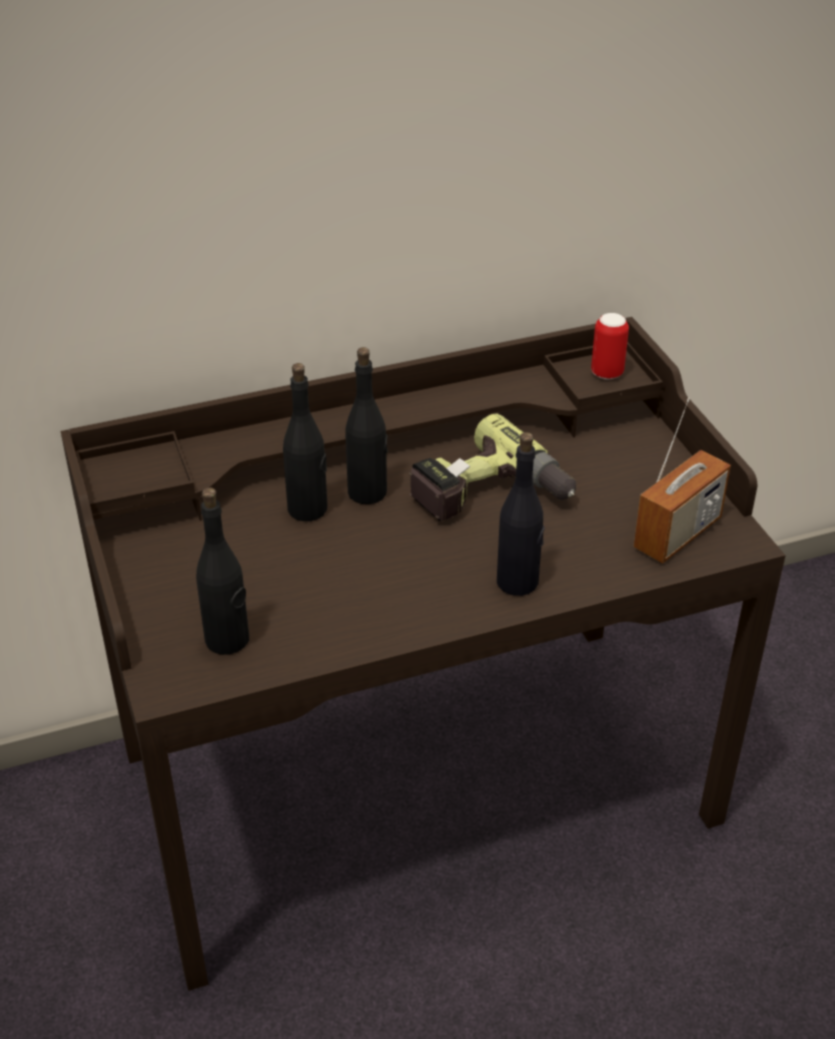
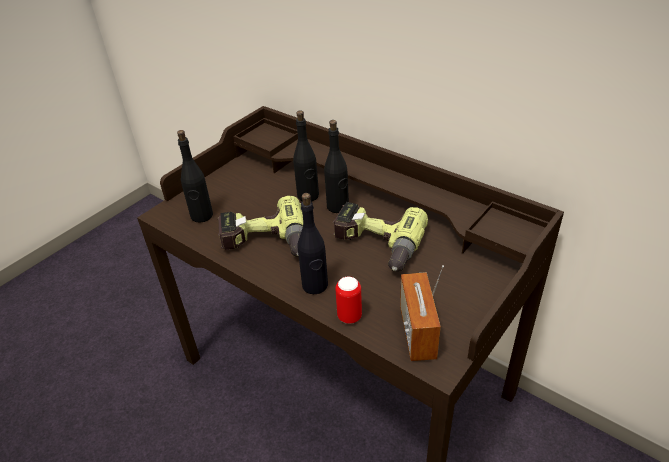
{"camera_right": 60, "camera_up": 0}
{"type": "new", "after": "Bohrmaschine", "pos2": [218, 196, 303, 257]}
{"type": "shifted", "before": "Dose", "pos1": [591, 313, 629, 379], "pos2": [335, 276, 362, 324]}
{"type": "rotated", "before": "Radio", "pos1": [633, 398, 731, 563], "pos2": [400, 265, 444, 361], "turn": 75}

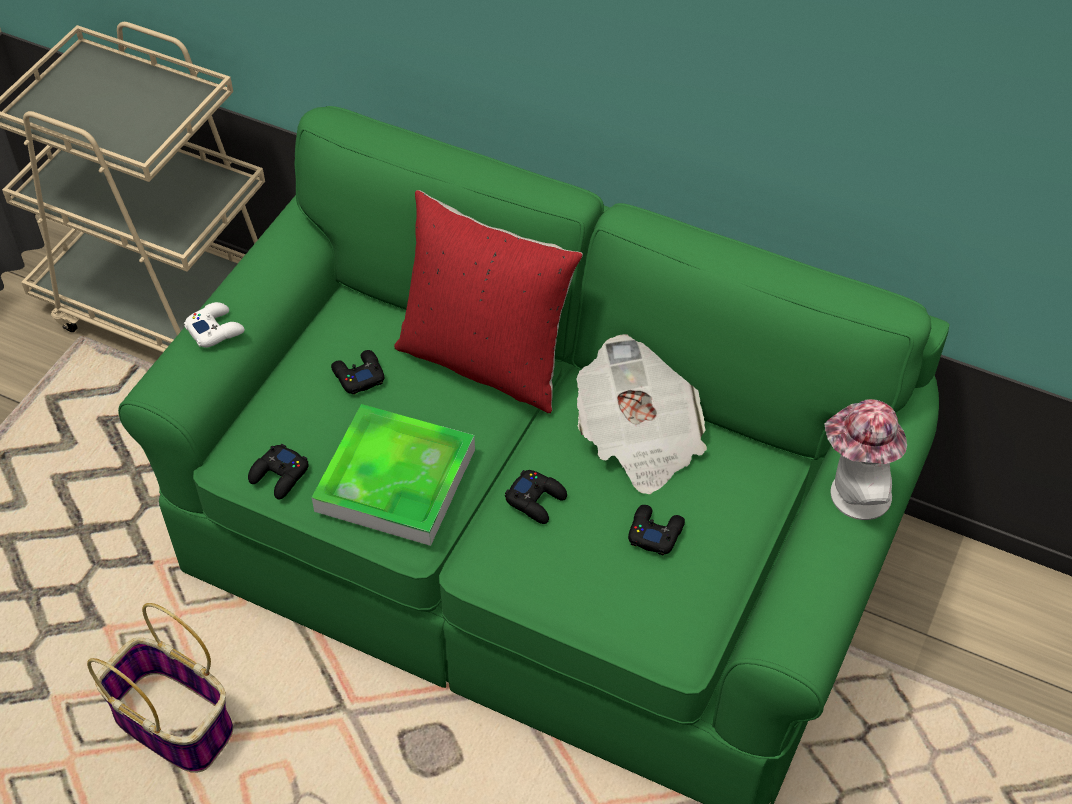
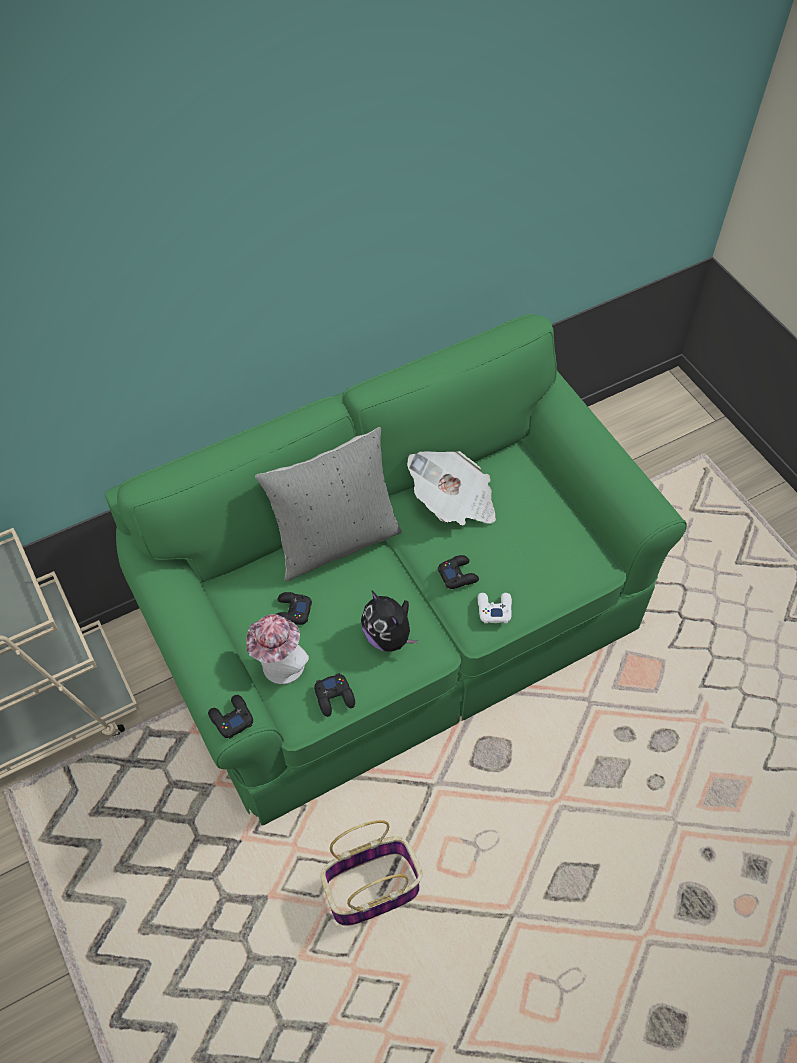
{"camera_right": -55, "camera_up": 5}
{"type": "shifted", "before": "Gamepad (weiß)", "pos1": [184, 302, 245, 348], "pos2": [478, 593, 512, 623]}
{"type": "shifted", "before": "Gamepad (schwarz)", "pos1": [628, 505, 685, 556], "pos2": [208, 695, 253, 739]}
{"type": "shifted", "before": "Hut", "pos1": [824, 399, 907, 520], "pos2": [246, 614, 309, 684]}
{"type": "swapped", "before": "Tablett", "after": "Plüschtier", "pos1": [312, 404, 475, 546], "pos2": [361, 590, 418, 652]}
{"type": "repainted", "before": "Kissen (rot)", "after": "Kissen (grau)", "pos1": [394, 190, 583, 413], "pos2": [255, 427, 402, 581]}

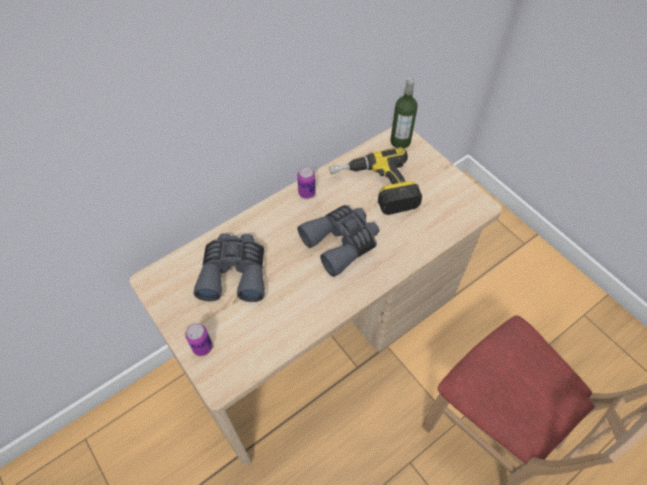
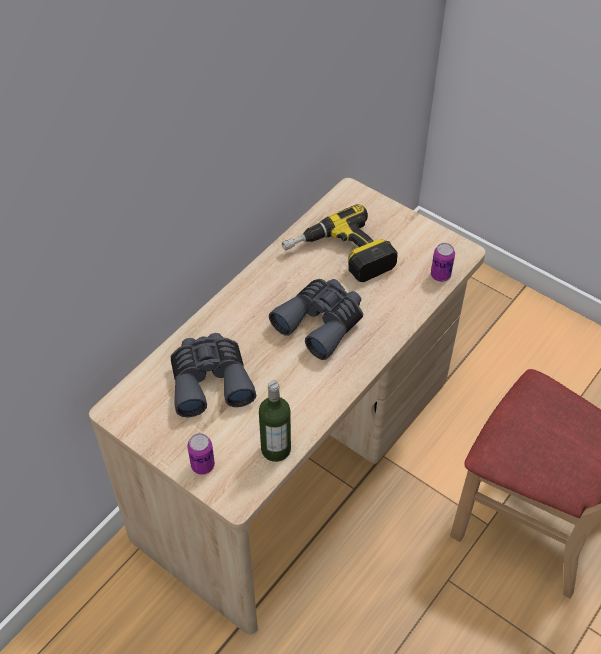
{"camera_right": -15, "camera_up": -5}
{"type": "shifted", "before": "Dose", "pos1": [297, 166, 316, 199], "pos2": [431, 243, 455, 282]}
{"type": "shifted", "before": "Flasche", "pos1": [390, 78, 418, 148], "pos2": [259, 380, 291, 462]}

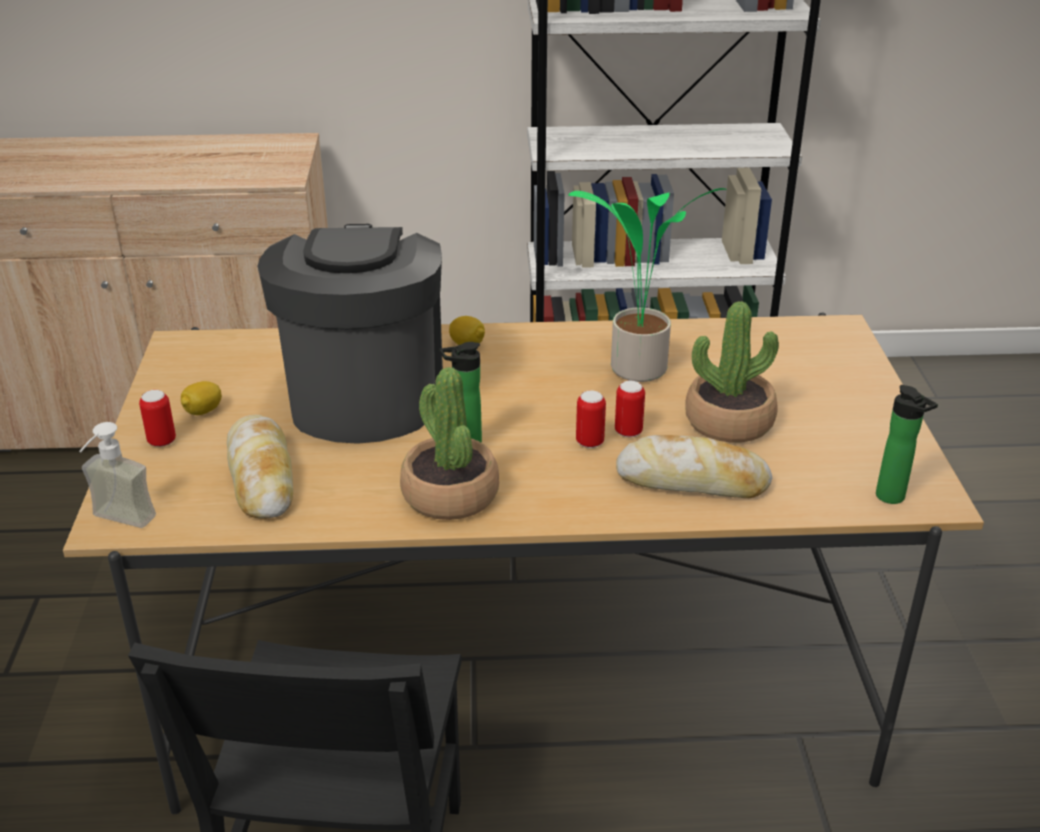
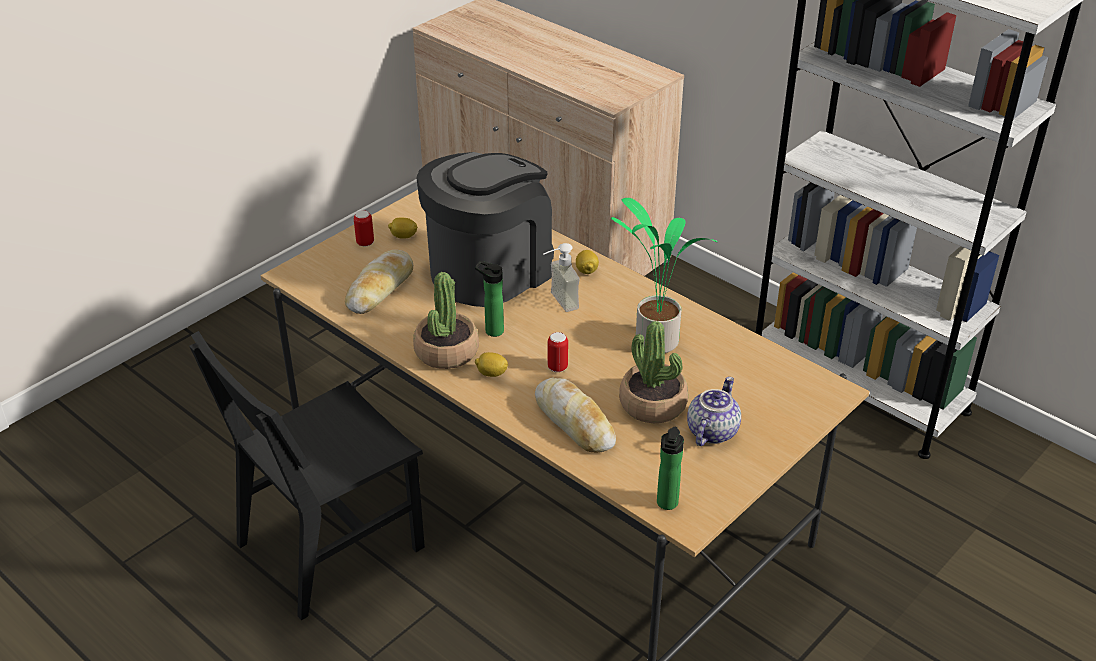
{"camera_right": 45, "camera_up": 5}
{"type": "gone", "before": "Dose", "pos1": [615, 381, 645, 437]}
{"type": "new", "after": "Zitrone", "pos2": [475, 352, 508, 377]}
{"type": "new", "after": "Teekanne", "pos2": [687, 377, 741, 446]}
{"type": "shifted", "before": "Seifenspender", "pos1": [79, 422, 156, 528], "pos2": [543, 243, 580, 312]}

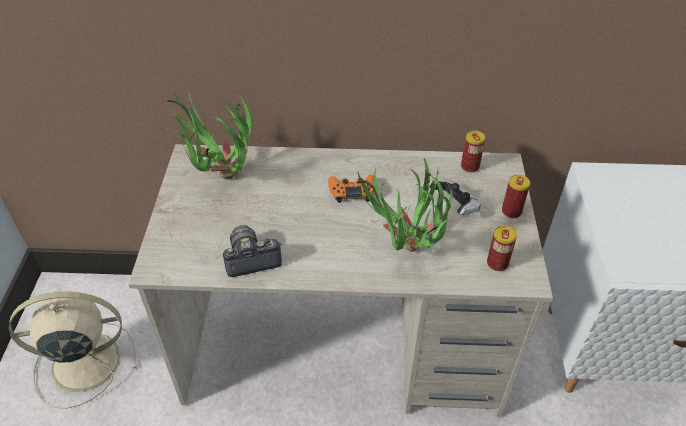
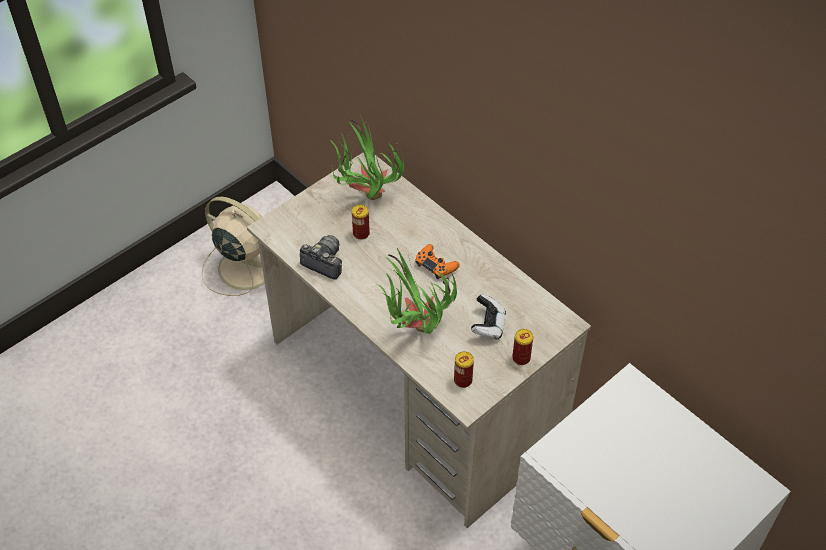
{"camera_right": 45, "camera_up": 5}
{"type": "shifted", "before": "Dose", "pos1": [461, 131, 486, 173], "pos2": [352, 204, 370, 240]}

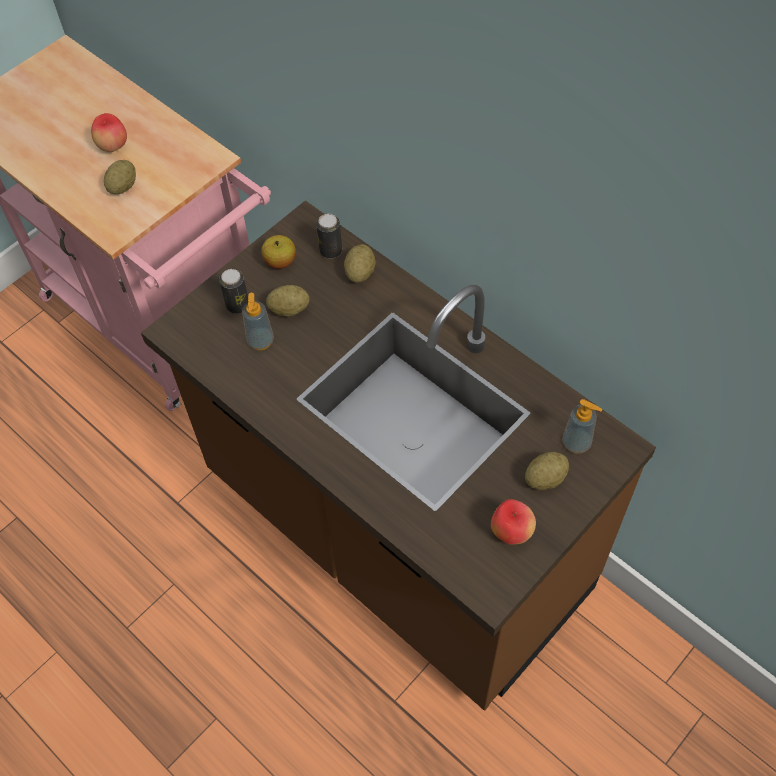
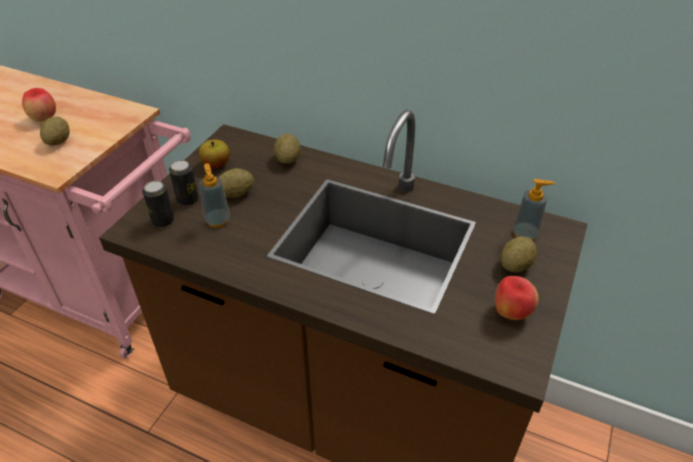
{"camera_right": -20, "camera_up": -15}
{"type": "shifted", "before": "Dose", "pos1": [316, 214, 342, 258], "pos2": [142, 181, 174, 228]}

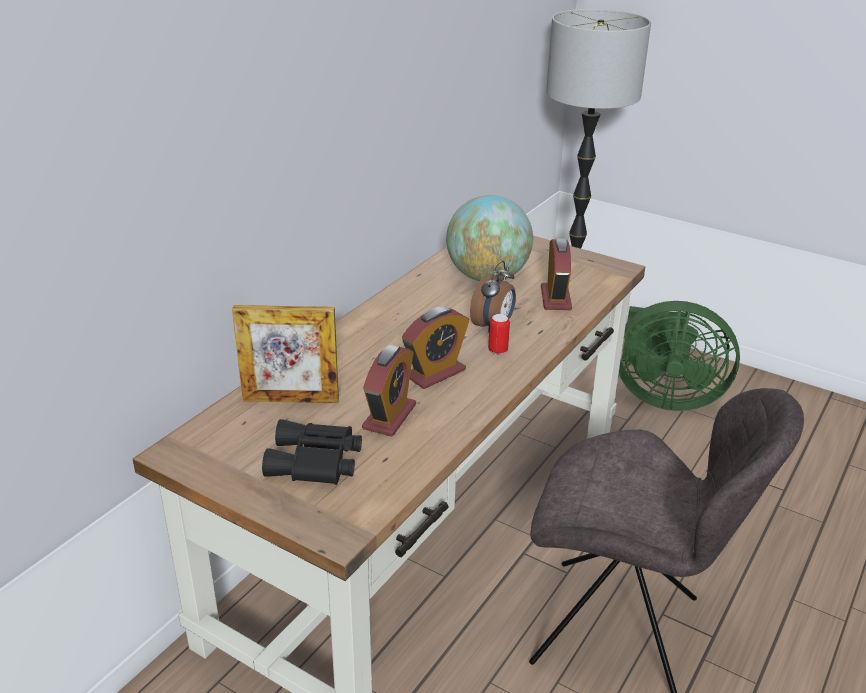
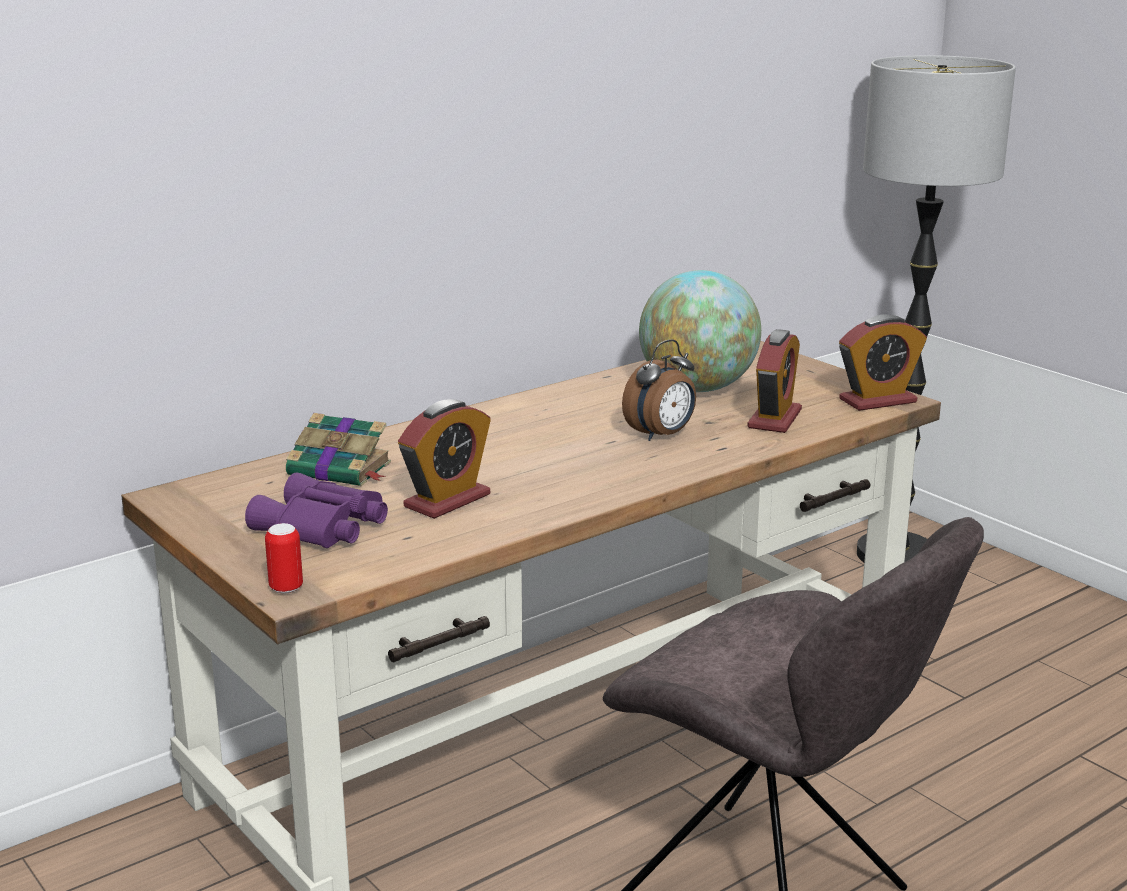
{"camera_right": 20, "camera_up": -10}
{"type": "gone", "before": "Ventilator (grün)", "pos1": [619, 301, 740, 411]}
{"type": "shifted", "before": "Wecker", "pos1": [402, 307, 470, 389], "pos2": [839, 315, 927, 411]}
{"type": "shifted", "before": "Dose", "pos1": [488, 314, 510, 354], "pos2": [265, 523, 303, 593]}
{"type": "swapped", "before": "Bilderrahmen", "after": "Buch", "pos1": [232, 305, 339, 403], "pos2": [286, 413, 391, 486]}
{"type": "repainted", "before": "Fernglas (schwarz)", "after": "Fernglas (lila)", "pos1": [262, 419, 362, 485], "pos2": [245, 473, 388, 548]}

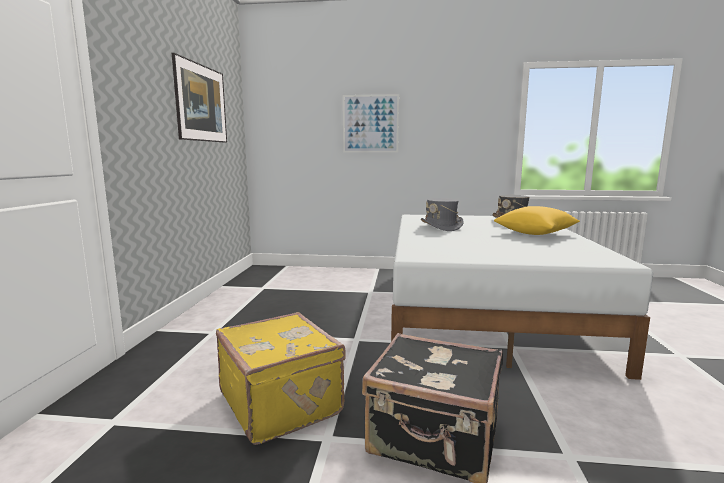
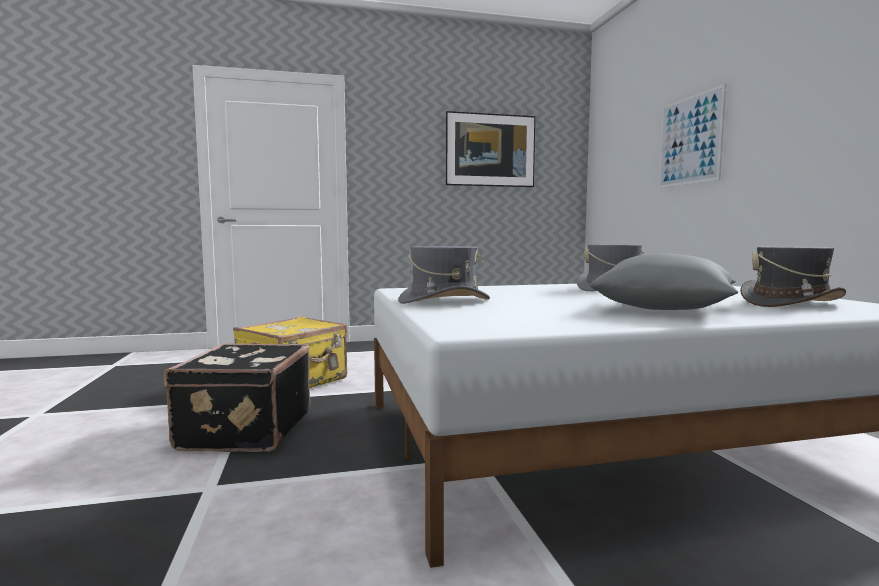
{"camera_right": 70, "camera_up": -5}
{"type": "new", "after": "Hut (grau)", "pos2": [398, 246, 490, 304]}
{"type": "repainted", "before": "Kissen (gelb)", "after": "Kissen (grau)", "pos1": [494, 206, 580, 235], "pos2": [590, 253, 738, 310]}

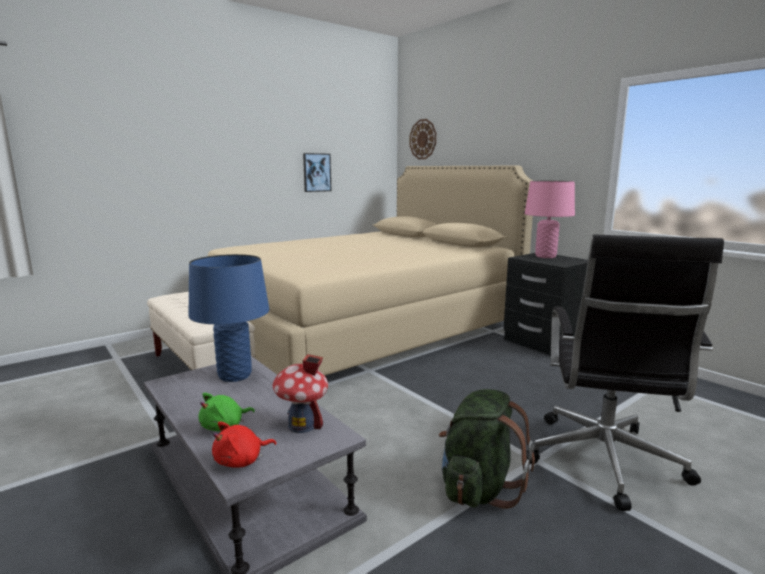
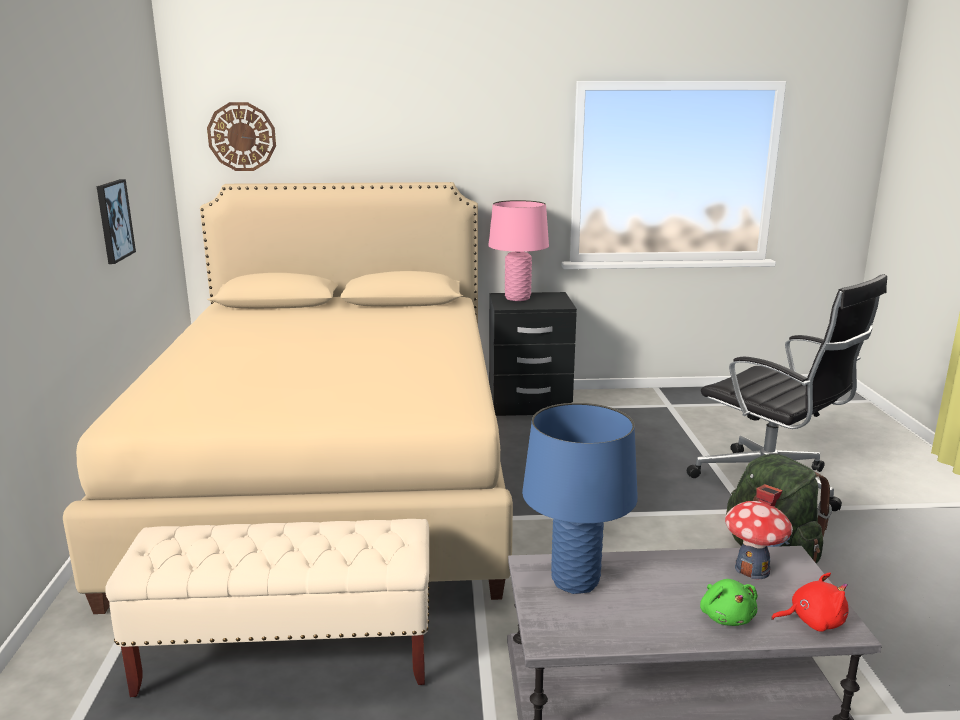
{"camera_right": -55, "camera_up": 5}
{"type": "rotated", "before": "Plüschtier (rot)", "pos1": [212, 422, 276, 468], "pos2": [771, 572, 849, 632], "turn": -90}

